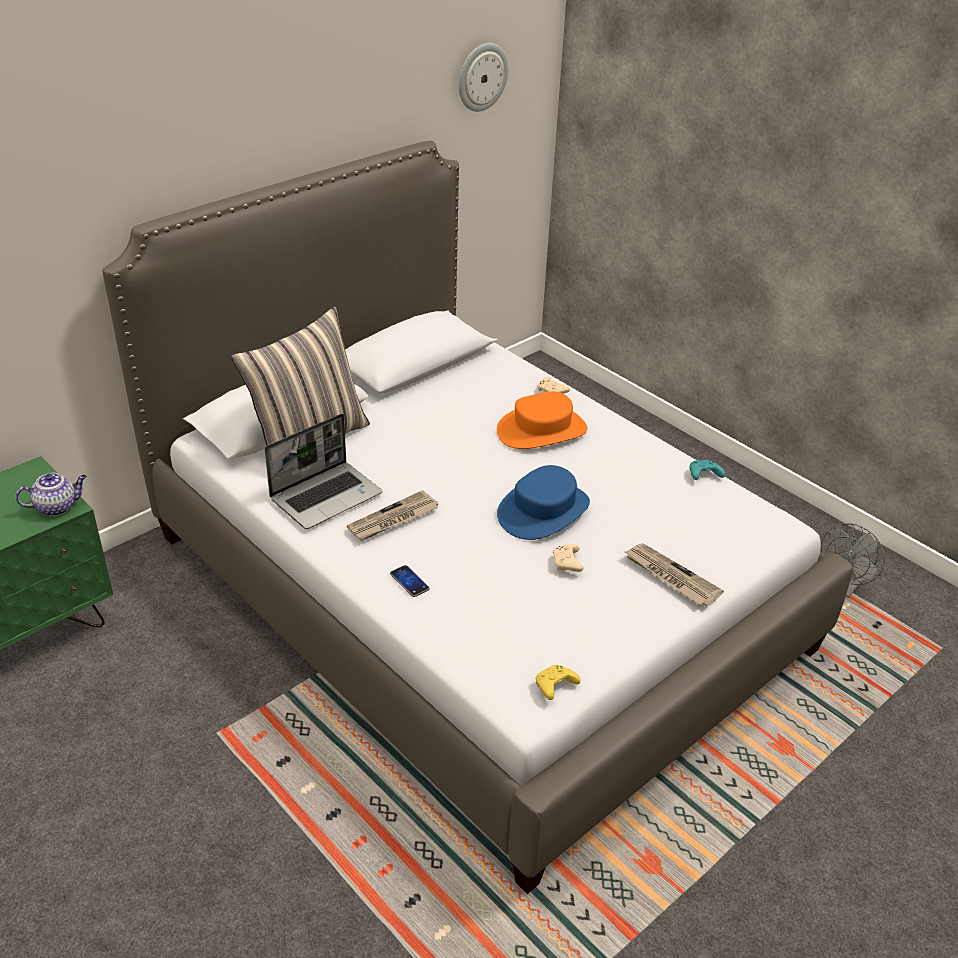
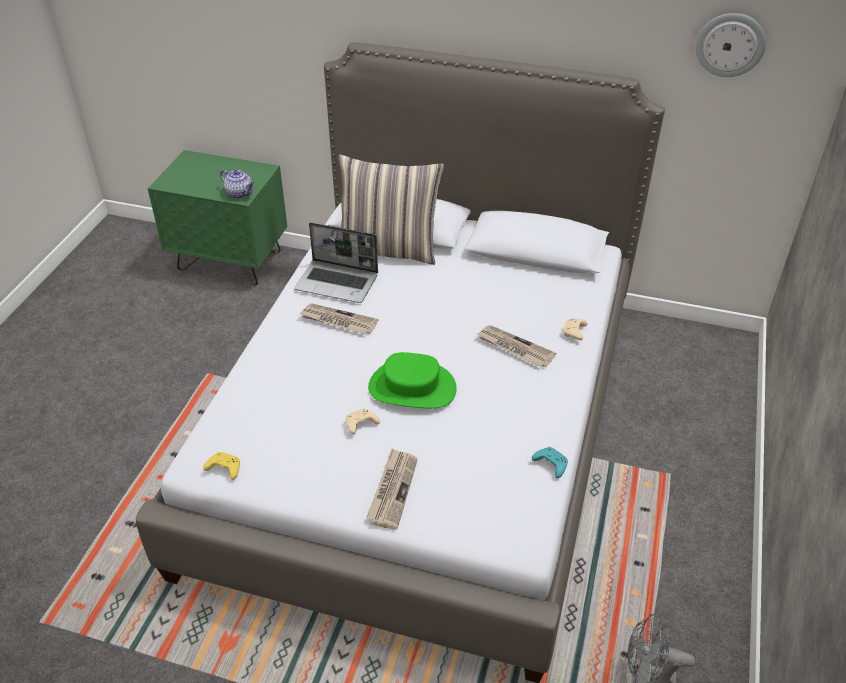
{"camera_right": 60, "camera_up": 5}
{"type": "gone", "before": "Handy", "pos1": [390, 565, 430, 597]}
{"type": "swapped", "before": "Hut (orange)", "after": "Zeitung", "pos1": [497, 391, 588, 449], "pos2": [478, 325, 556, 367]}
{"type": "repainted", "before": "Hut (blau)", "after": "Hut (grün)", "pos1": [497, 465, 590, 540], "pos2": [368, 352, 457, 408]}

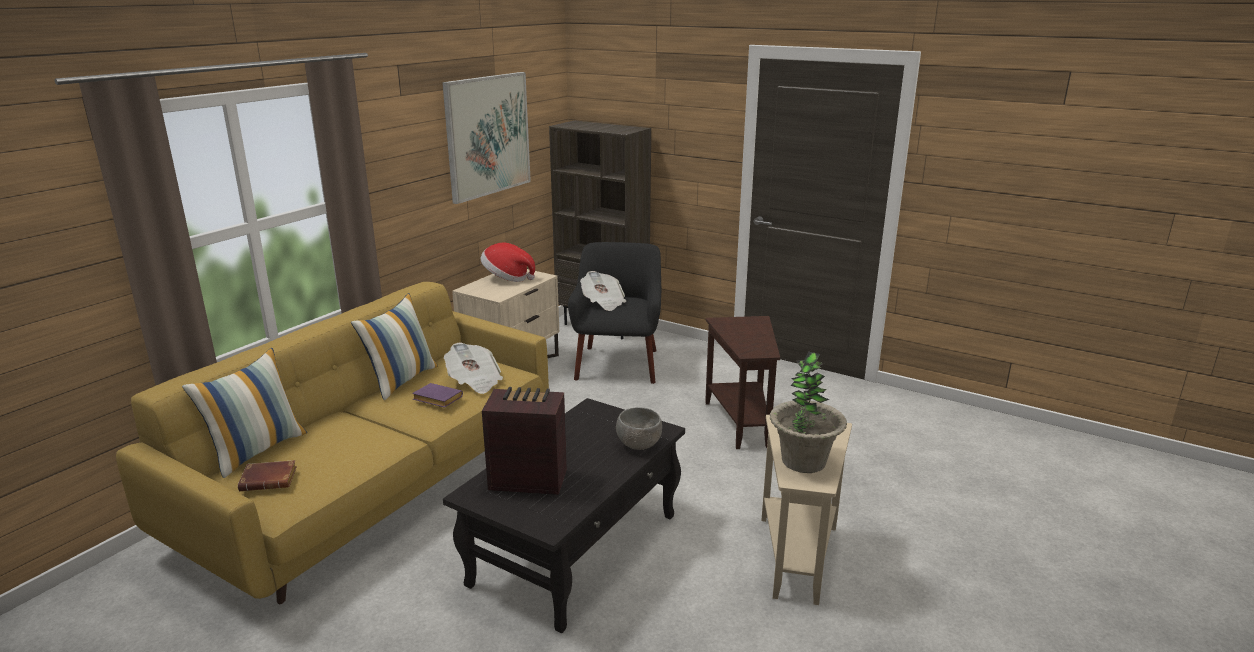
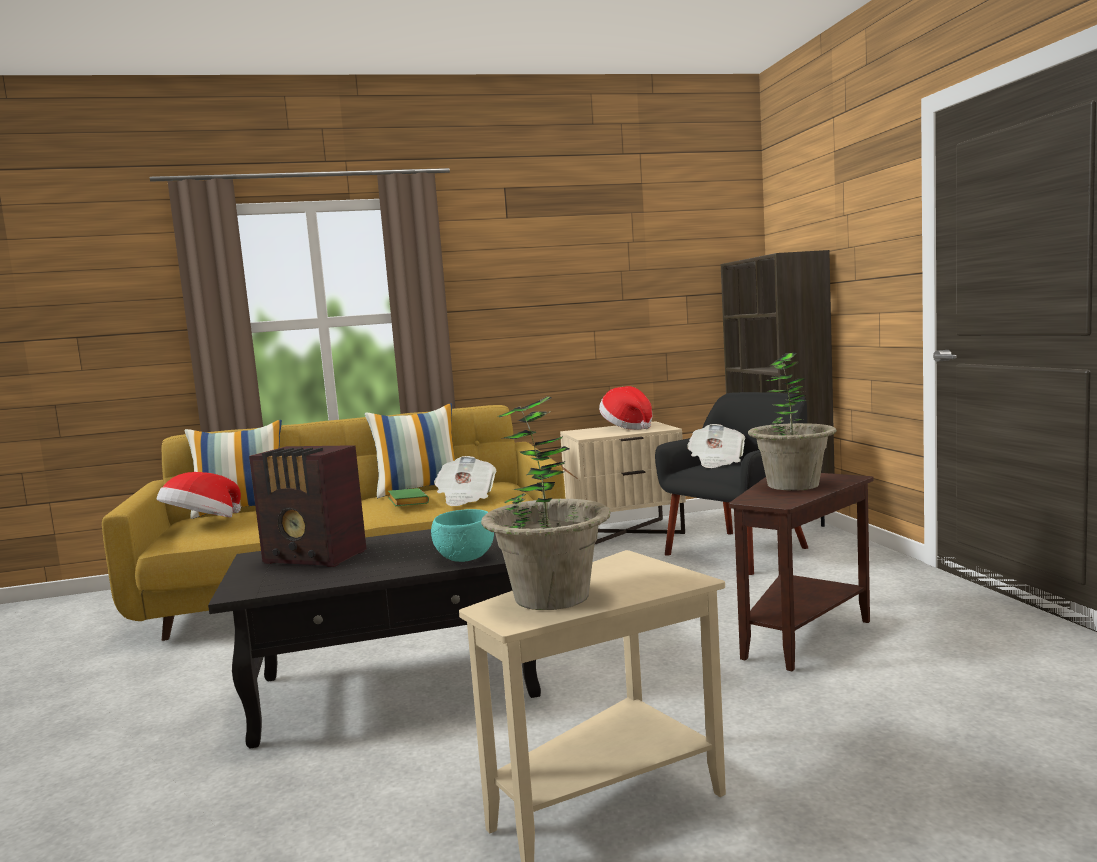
{"camera_right": 45, "camera_up": -15}
{"type": "gone", "before": "Bild", "pos1": [442, 72, 531, 204]}
{"type": "new", "after": "Topfpflanze", "pos2": [748, 353, 837, 491]}
{"type": "swapped", "before": "Buch (braun)", "after": "Hut", "pos1": [238, 460, 297, 491], "pos2": [157, 472, 241, 517]}
{"type": "repainted", "before": "Buch (lila)", "after": "Buch (grün)", "pos1": [412, 383, 463, 408], "pos2": [388, 488, 429, 506]}
{"type": "repainted", "before": "Schüssel (grau)", "after": "Schüssel (türkis)", "pos1": [616, 407, 662, 450], "pos2": [431, 509, 494, 562]}
{"type": "rotated", "before": "Radio", "pos1": [482, 387, 567, 495], "pos2": [249, 445, 366, 567], "turn": 150}

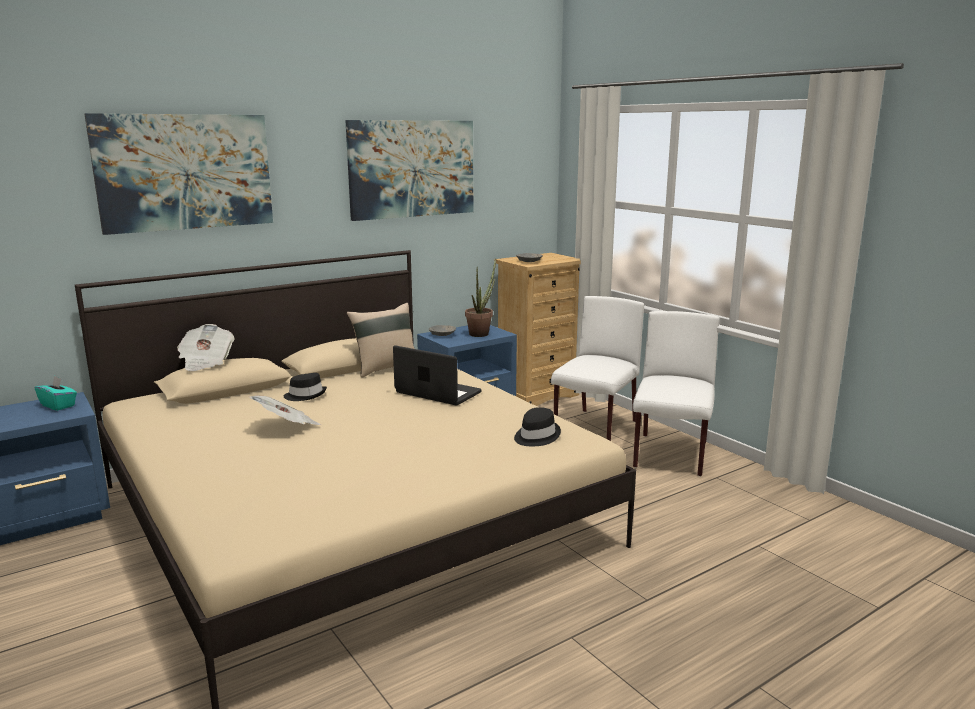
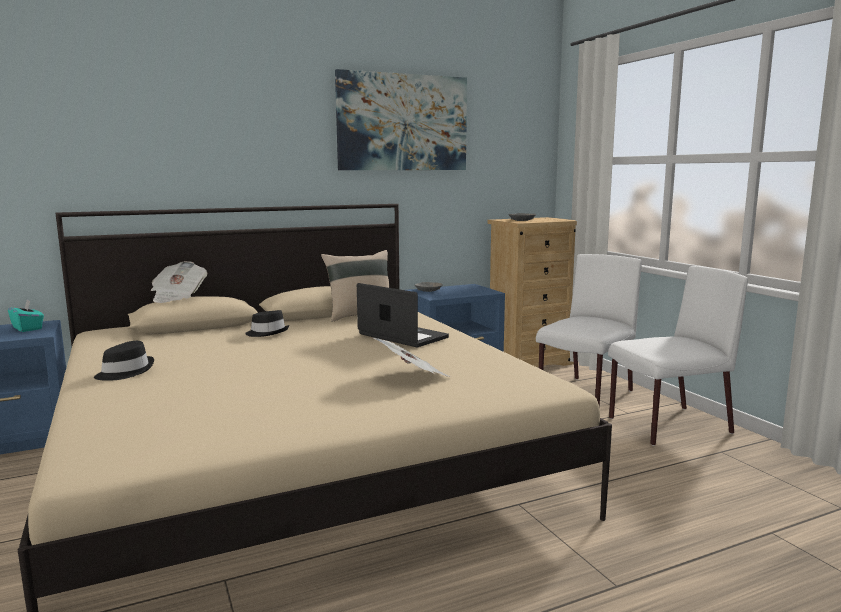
{"camera_right": 10, "camera_up": -5}
{"type": "gone", "before": "Bild", "pos1": [84, 113, 273, 235]}
{"type": "gone", "before": "Topfpflanze", "pos1": [465, 259, 496, 337]}
{"type": "shifted", "before": "Zeitung", "pos1": [249, 396, 321, 425], "pos2": [373, 338, 451, 377]}
{"type": "shifted", "before": "Hut (schwarz)", "pos1": [514, 407, 561, 446], "pos2": [94, 341, 154, 381]}
{"type": "rotated", "before": "Stuhl (weiß)", "pos1": [633, 311, 720, 477], "pos2": [608, 266, 748, 446], "turn": 45}

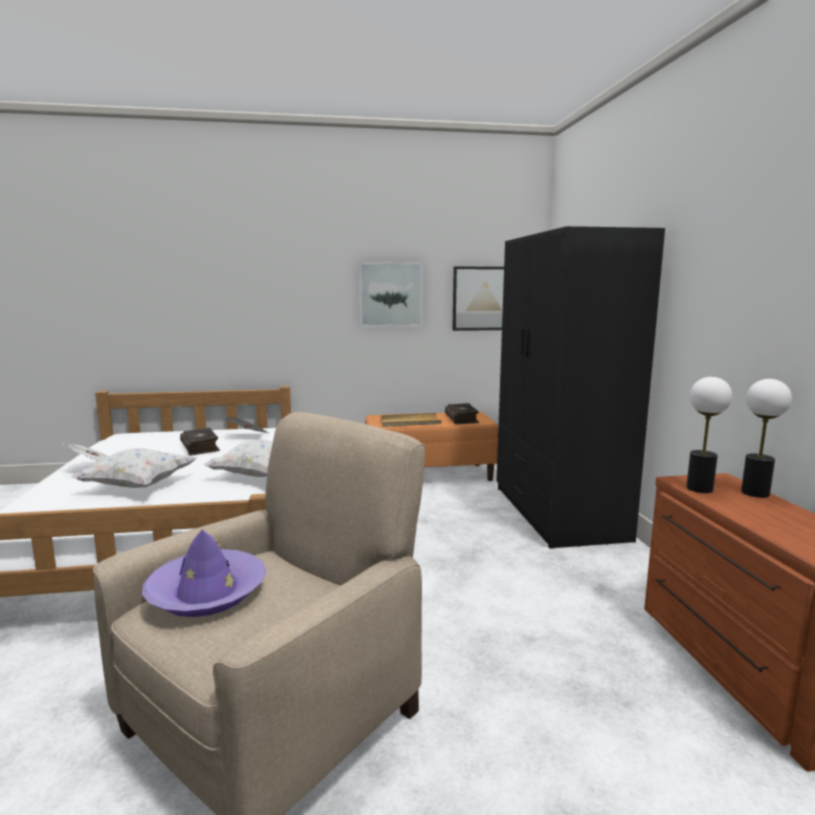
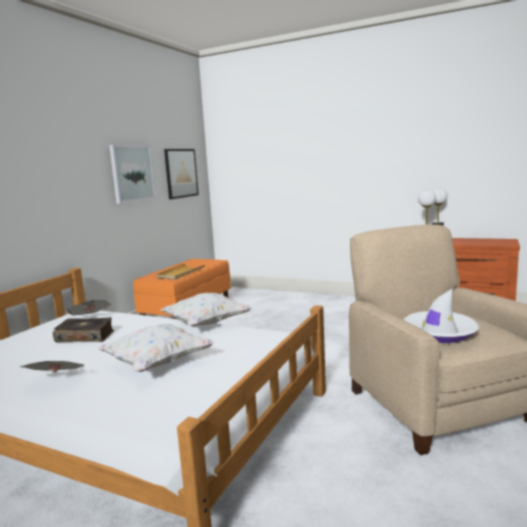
{"camera_right": -55, "camera_up": 0}
{"type": "gone", "before": "Buch", "pos1": [445, 403, 479, 424]}
{"type": "gone", "before": "Kleiderschrank (schwarz)", "pos1": [496, 226, 665, 548]}
{"type": "repainted", "before": "Hut (lila)", "after": "Hut (weiß)", "pos1": [142, 529, 266, 617], "pos2": [403, 288, 479, 343]}

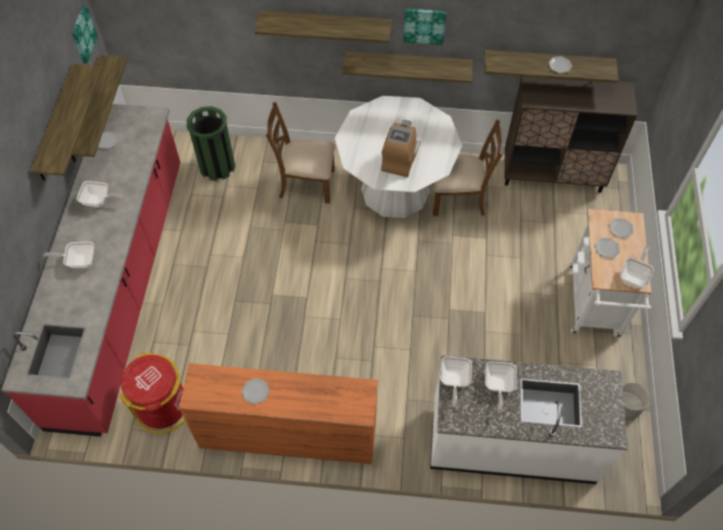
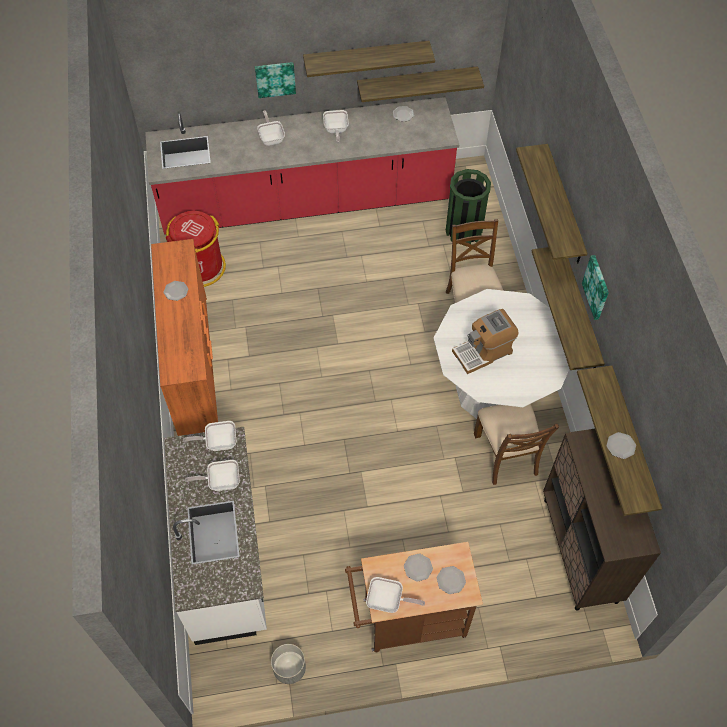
{"camera_right": 75, "camera_up": 0}
{"type": "shifted", "before": "Bild", "pos1": [72, 5, 98, 64], "pos2": [255, 62, 296, 98]}
{"type": "repainted", "before": "Rollwagen (weiß)", "after": "Rollwagen (braun)", "pos1": [568, 209, 652, 338], "pos2": [345, 542, 483, 653]}
{"type": "rotated", "before": "Kaffeemaschine", "pos1": [381, 120, 421, 177], "pos2": [452, 309, 518, 374], "turn": 150}

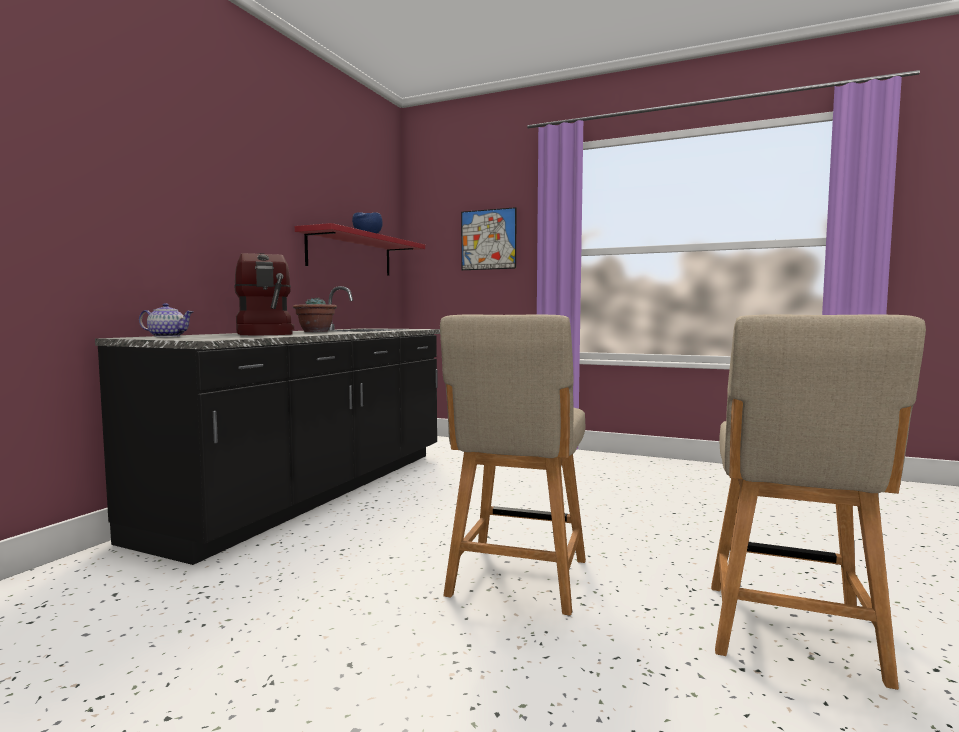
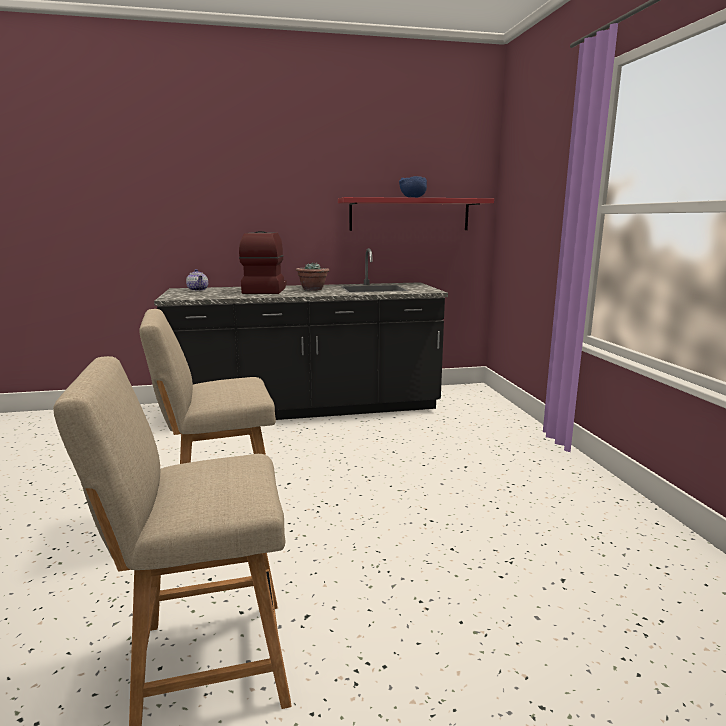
{"camera_right": 55, "camera_up": 10}
{"type": "gone", "before": "Bild", "pos1": [461, 207, 517, 270]}
{"type": "rotated", "before": "Kaffeemaschine", "pos1": [234, 253, 294, 335], "pos2": [239, 231, 287, 294], "turn": 150}

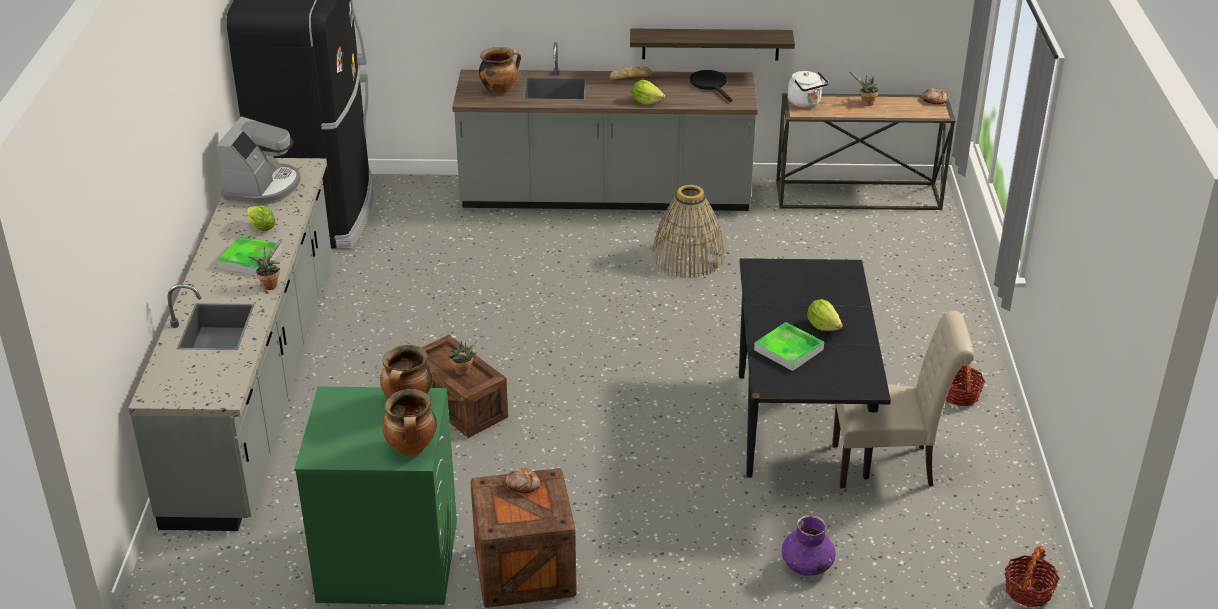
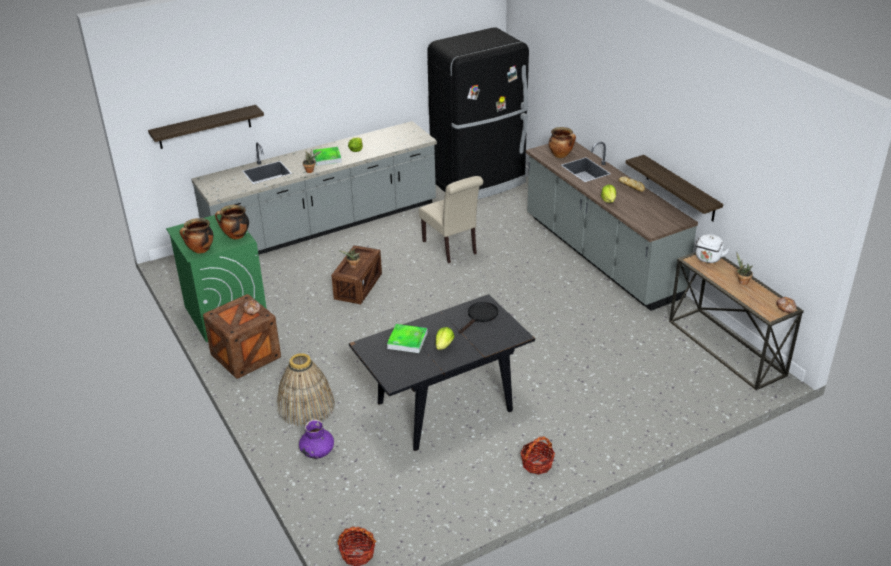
{"camera_right": 60, "camera_up": 0}
{"type": "gone", "before": "Kaffeemaschine", "pos1": [216, 116, 301, 205]}
{"type": "new", "after": "Wandregal", "pos2": [148, 105, 264, 149]}
{"type": "shifted", "before": "Korb", "pos1": [652, 185, 725, 278], "pos2": [277, 353, 335, 426]}
{"type": "shifted", "before": "Pfanne (schwarz)", "pos1": [690, 70, 733, 102], "pos2": [459, 302, 498, 334]}
{"type": "shifted", "before": "Stuhl (beige)", "pos1": [832, 311, 974, 488], "pos2": [419, 176, 483, 263]}

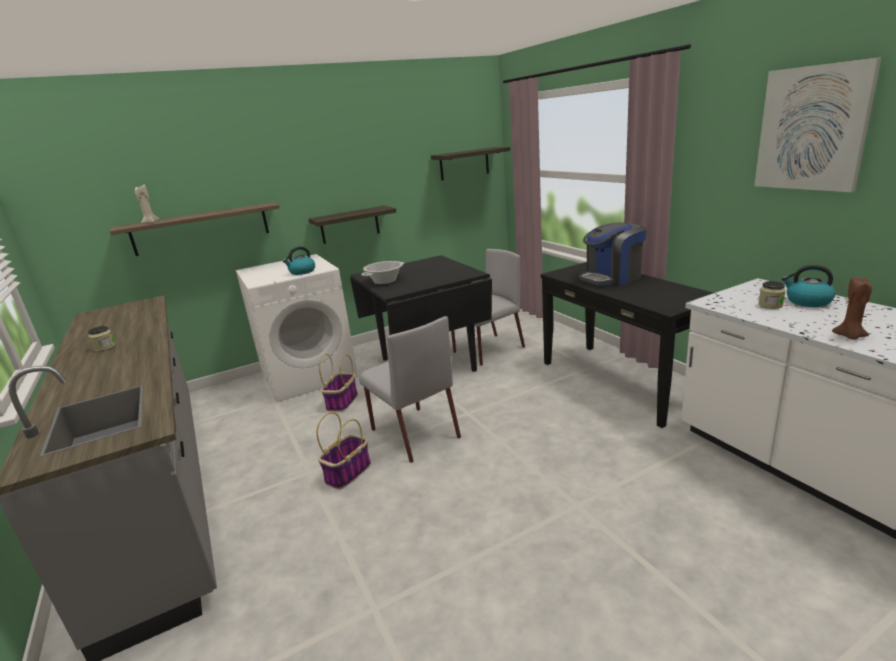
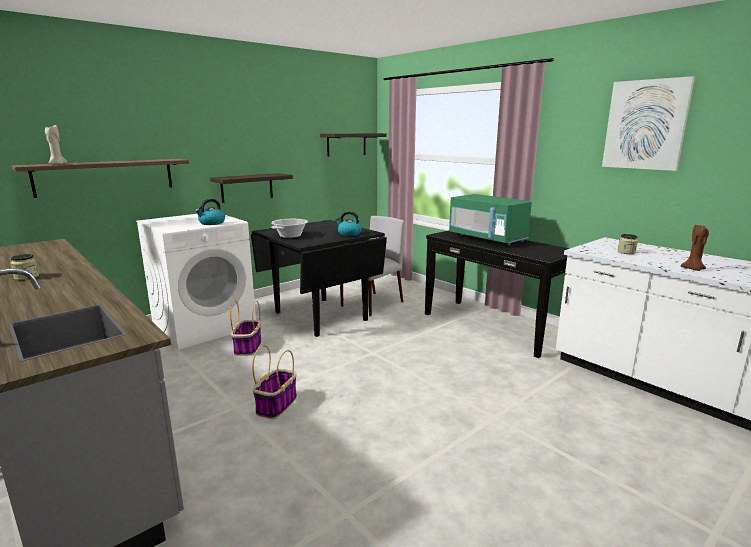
{"camera_right": -15, "camera_up": -5}
{"type": "gone", "before": "Stuhl (grau)", "pos1": [359, 316, 461, 463]}
{"type": "shifted", "before": "Wasserkessel", "pos1": [782, 265, 836, 307], "pos2": [335, 211, 362, 236]}
{"type": "swapped", "before": "Kaffeemaschine", "after": "Mikrowelle (grün)", "pos1": [579, 222, 647, 286], "pos2": [449, 194, 532, 245]}

